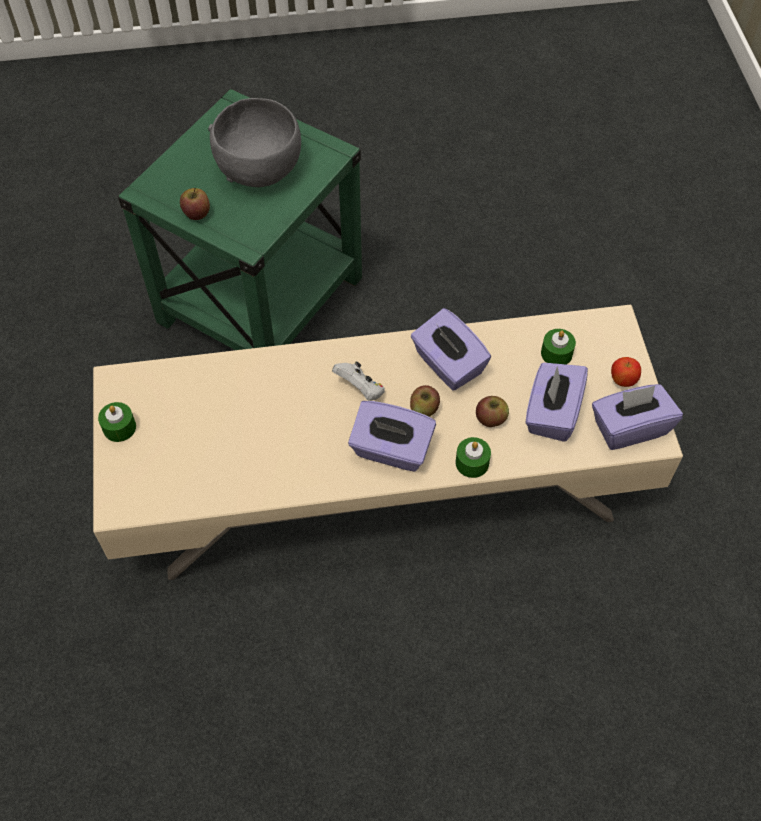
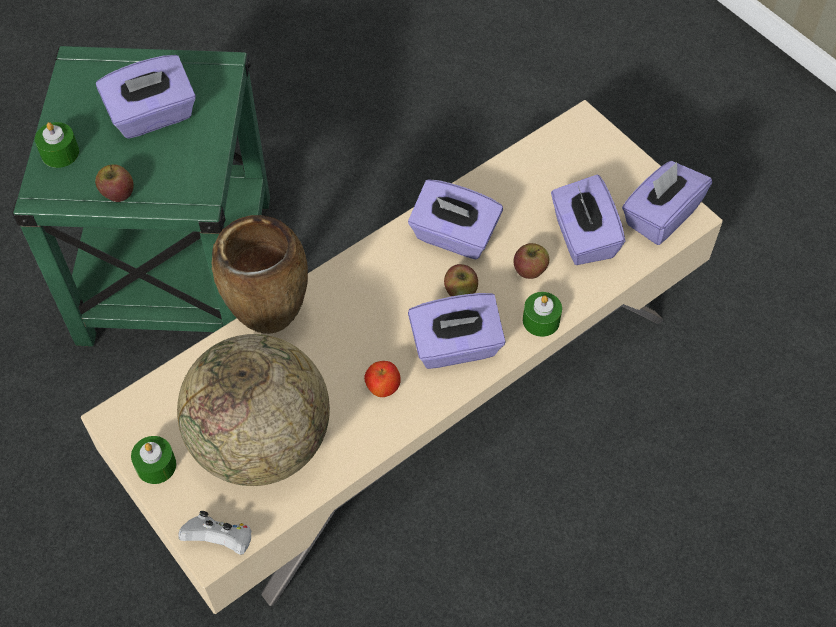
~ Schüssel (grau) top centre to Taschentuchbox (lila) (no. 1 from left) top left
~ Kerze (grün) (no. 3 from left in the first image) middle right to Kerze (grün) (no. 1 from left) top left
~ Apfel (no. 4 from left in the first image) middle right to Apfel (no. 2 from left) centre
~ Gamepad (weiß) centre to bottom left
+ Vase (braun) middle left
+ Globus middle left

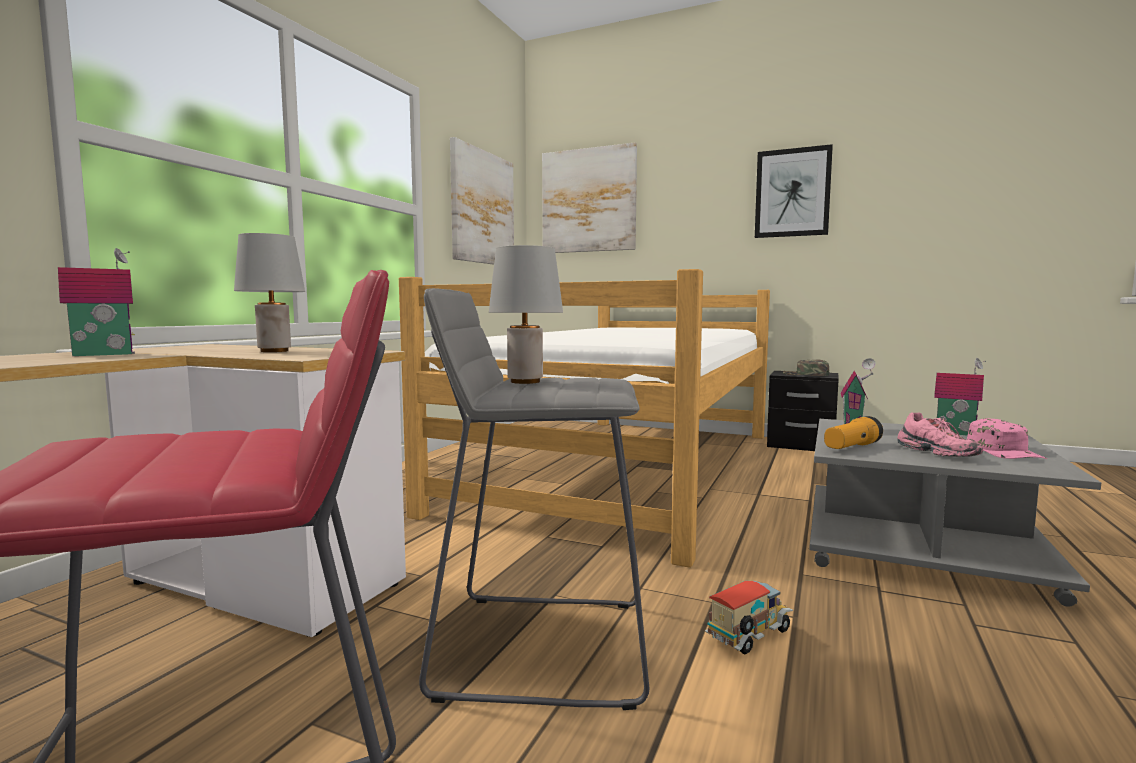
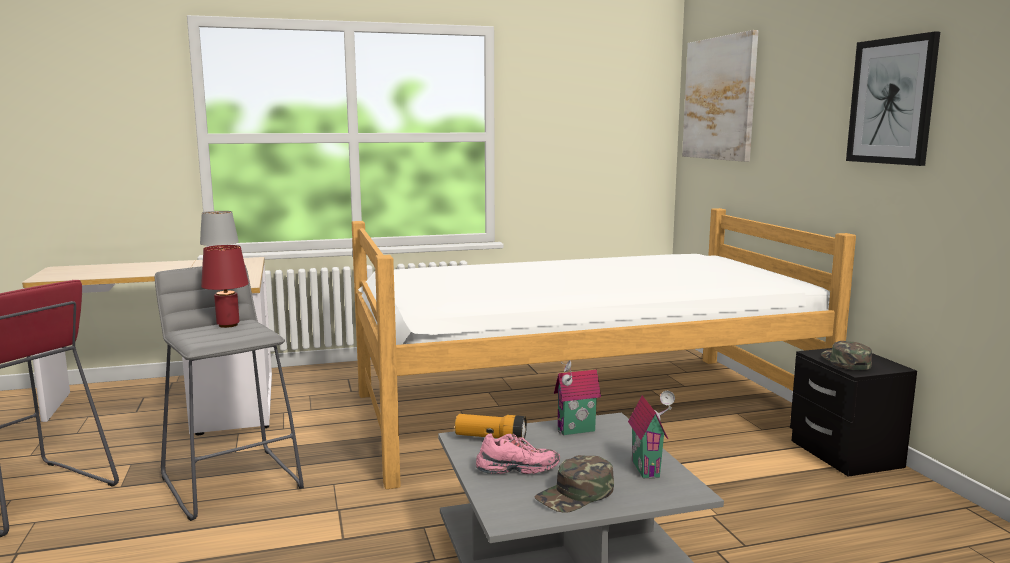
- Bild (no. 1 from left) top centre
~ Tischlampe (grau) (no. 2 from left) centre to Tischlampe (rot) middle left
- Spielzeughaus (no. 1 from left) middle left
~ Schuh (rosa) middle right = bottom centre 120 degrees counterclockwise
~ Kappe (rosa) middle right to Kappe (grün) (no. 1 from left) bottom centre
- Spielzeuglaster bottom centre

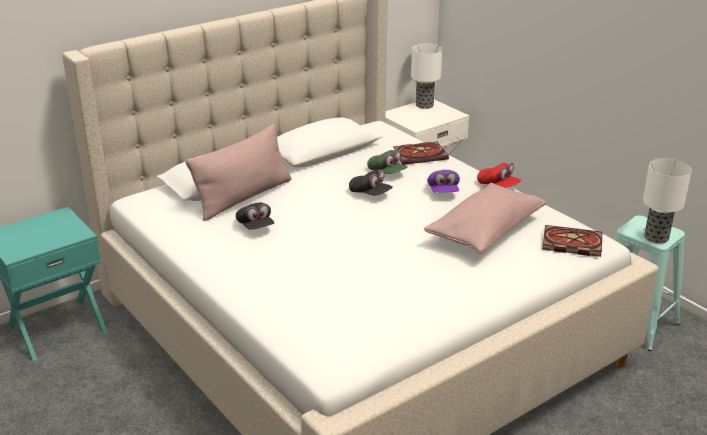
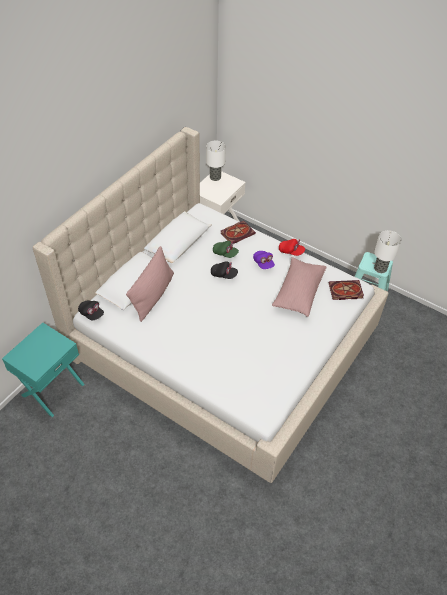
~ Kappe (schwarz) (no. 1 from left) centre to middle left

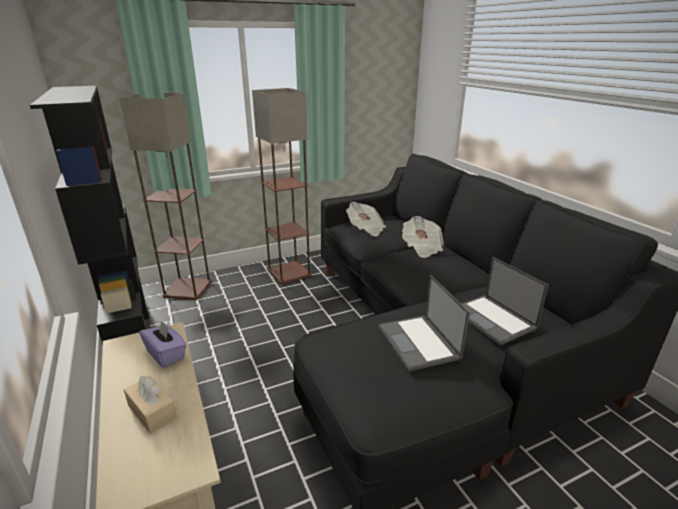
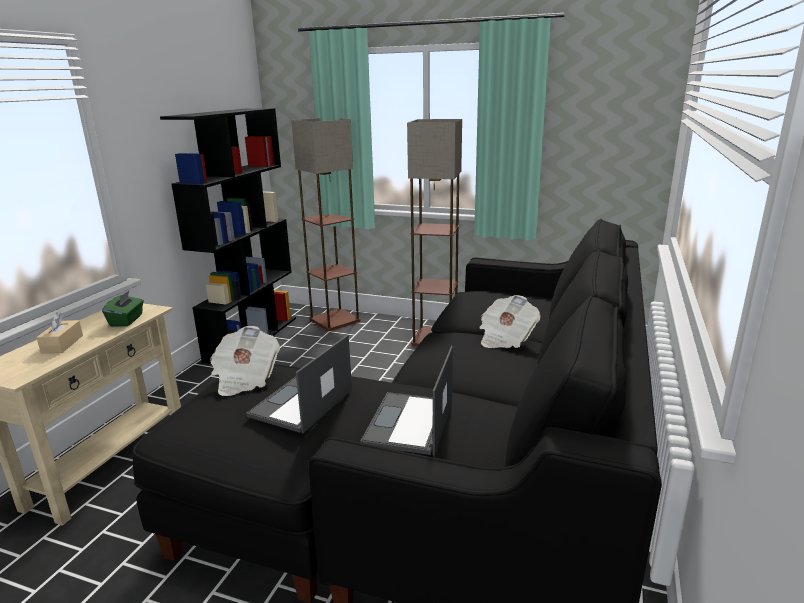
~ Zeitung (no. 1 from left) centre to middle left
~ Taschentuchbox (lila) bottom left to Taschentuchbox (grün) middle left

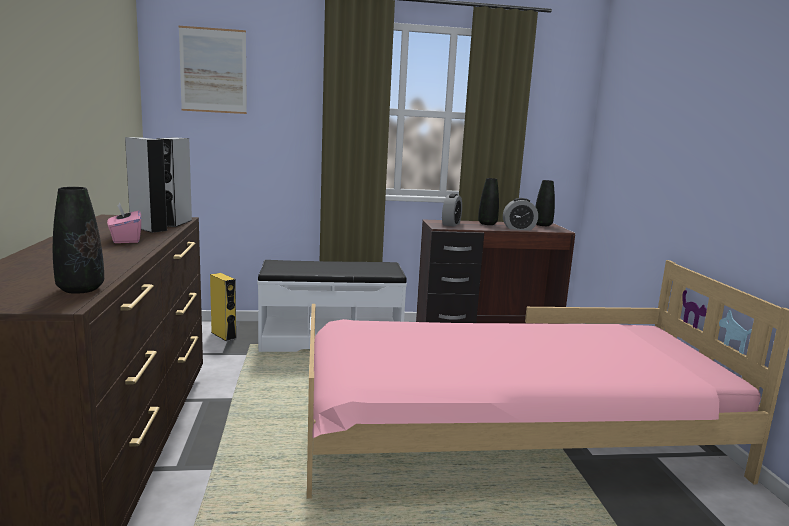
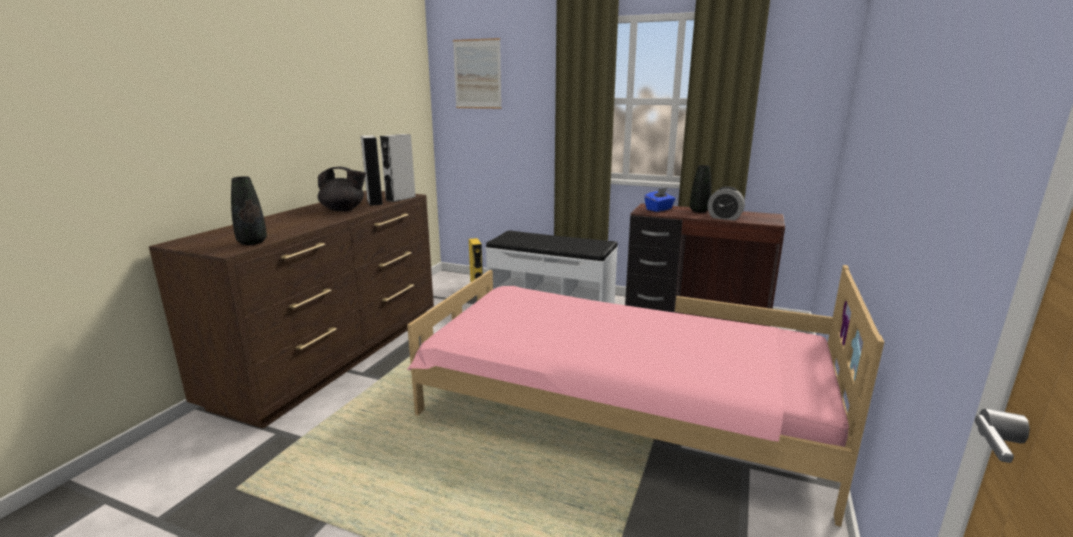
- Vase (schwarz) (no. 3 from left) middle right
~ Wecker (no. 1 from left) centre to Taschentuchbox (blau) centre
~ Taschentuchbox (rosa) middle left to Teekanne (schwarz) middle left

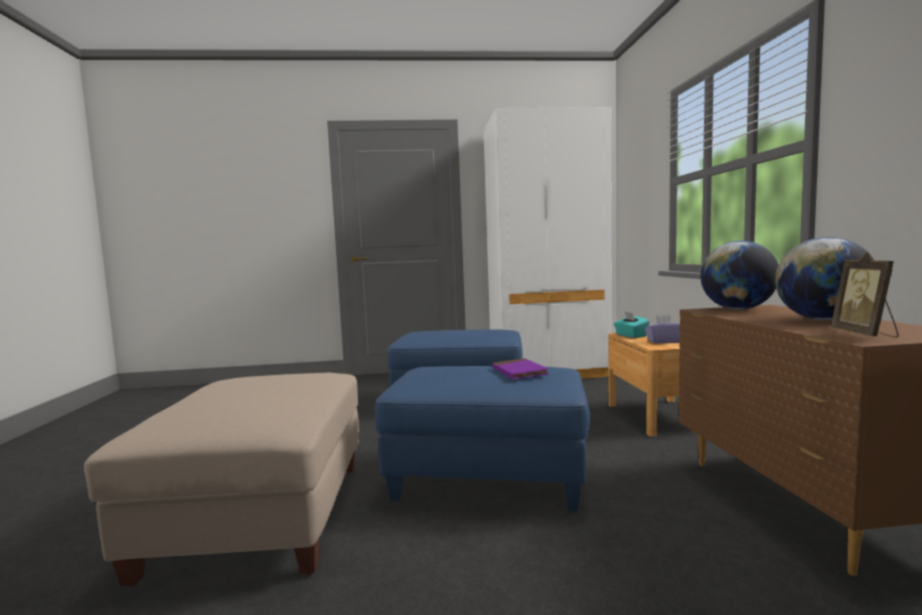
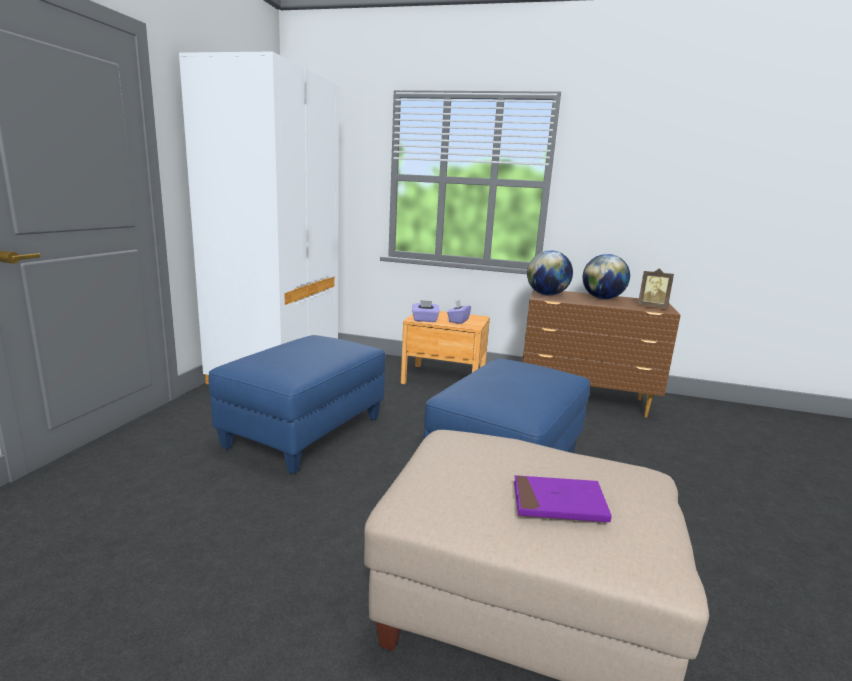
~ Taschentuchbox (türkis) middle right to Taschentuchbox (lila) (no. 1 from left) centre
~ Buch (lila) centre to bottom centre

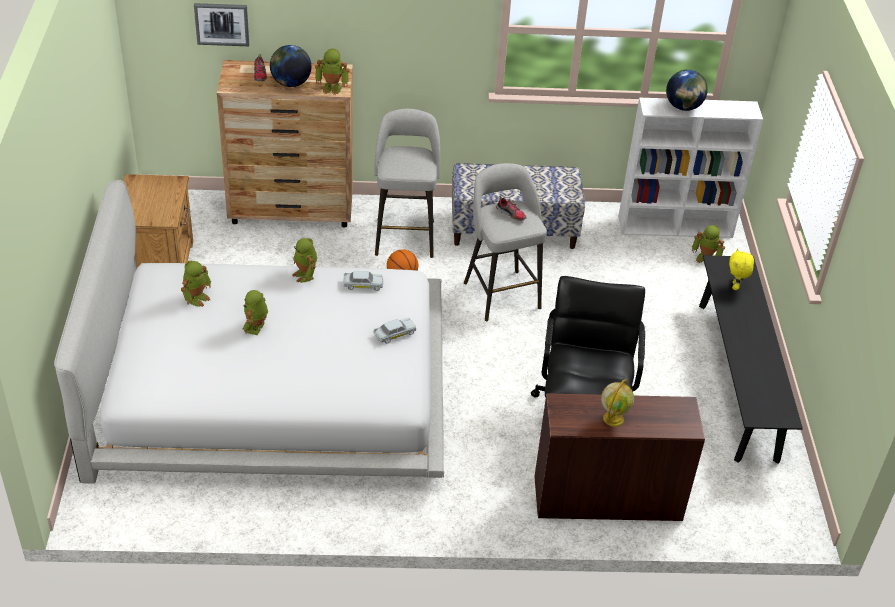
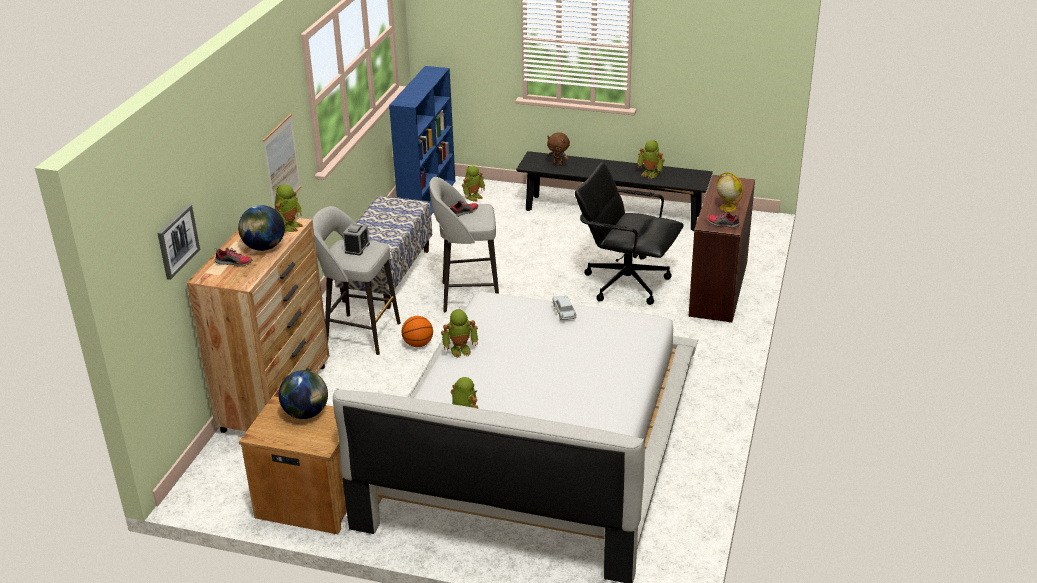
~ Globus (no. 3 from left in the first image) top right to Globus (no. 2 from left) bottom left
~ Bücherregal (weiß) top right to Bücherregal (blau) top centre
~ Plüschtier (gelb) middle right to Plüschtier (braun) top centre
- Spielzeugauto (weiß) (no. 1 from left) centre
~ Spielzeugroboter (no. 2 from left in the first image) middle left to Spielzeugroboter (no. 5 from left) top centre
+ Bild (no. 2 from left) top left
+ Schuh (no. 3 from left) middle right
+ Wecker centre

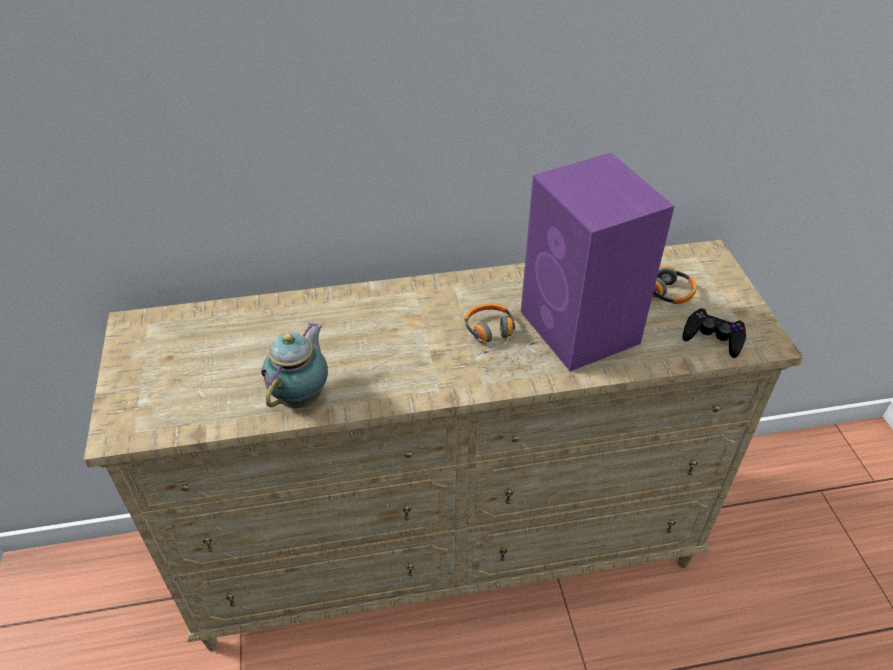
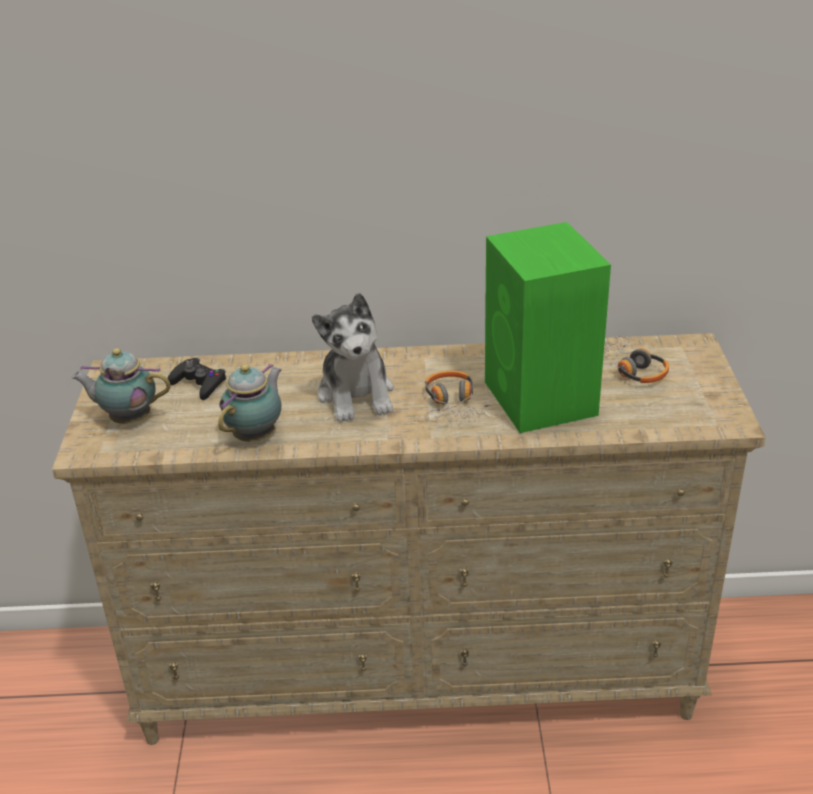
~ Lautsprecher (lila) middle right to Lautsprecher (grün) middle right
~ Gamepad (schwarz) middle right to middle left
+ Plüschtier centre
+ Teekanne (no. 1 from left) middle left

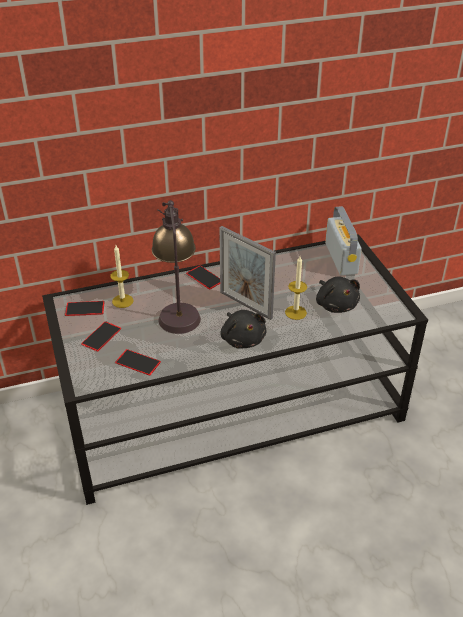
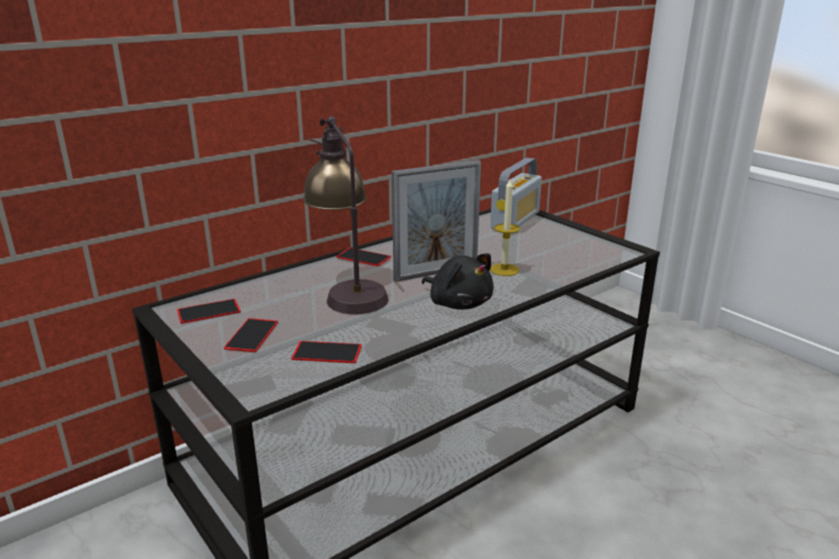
~ Radio middle right = centre 60 degrees clockwise
~ Bilderrahmen centre = centre 45 degrees counterclockwise
- Kerze (no. 1 from left) middle left
- Plüschtier (schwarz) (no. 2 from left) middle right

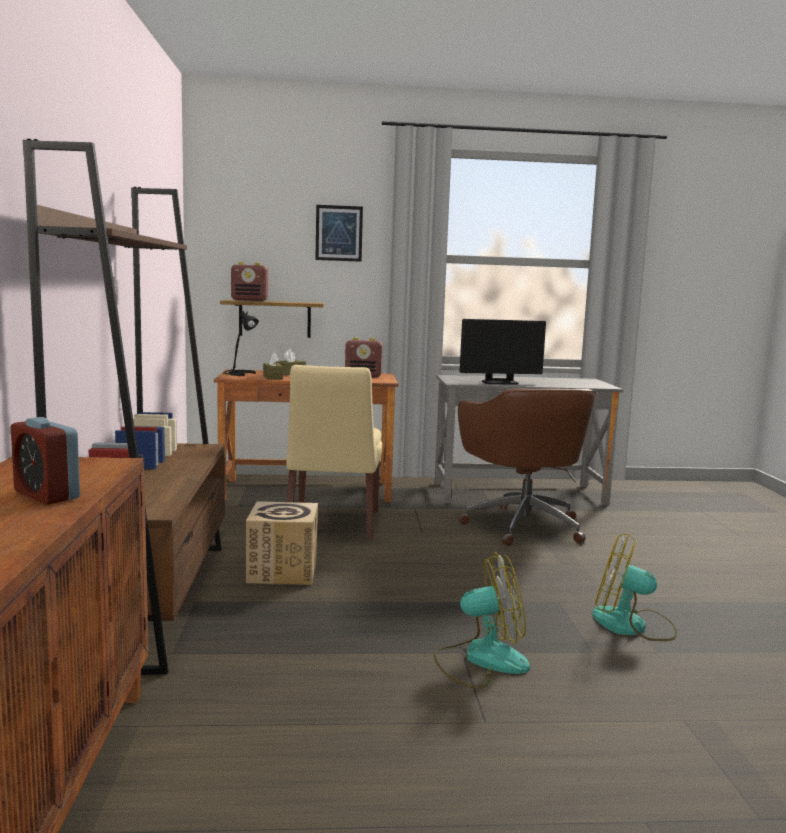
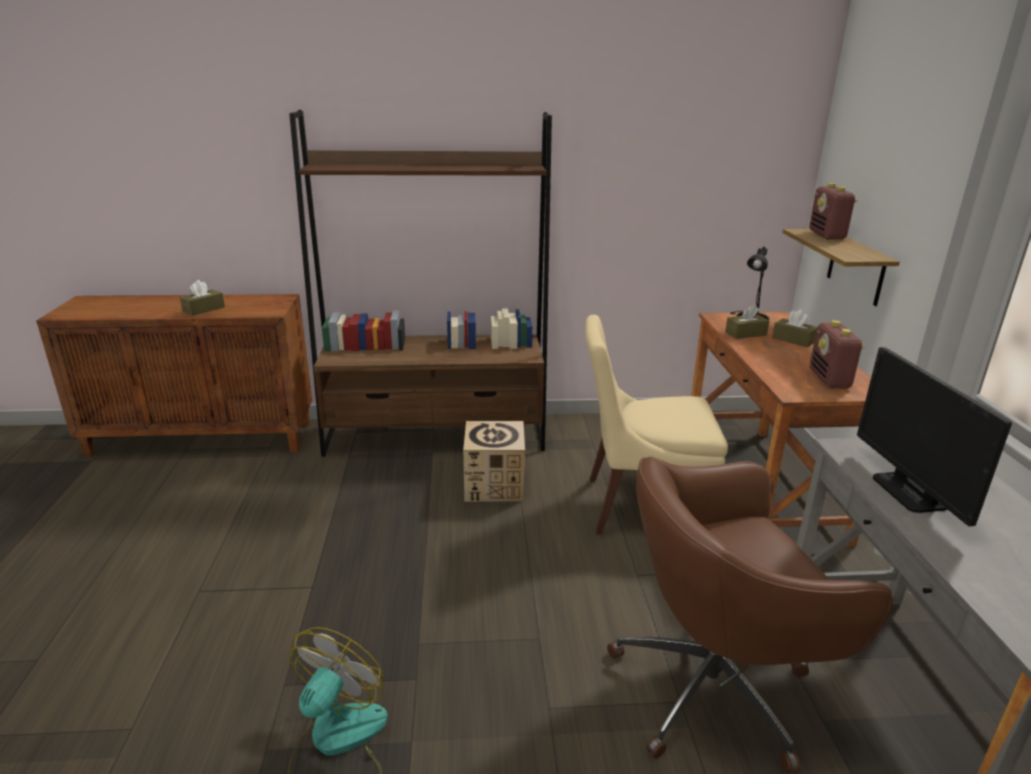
- Bild top centre
~ Wecker middle left to Taschentuchbox (braun) (no. 1 from left) middle left
- Ventilator (no. 1 from left) bottom centre

